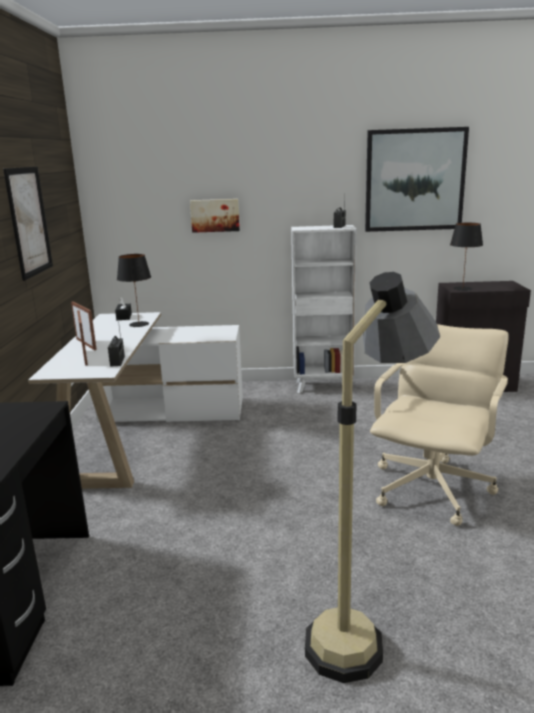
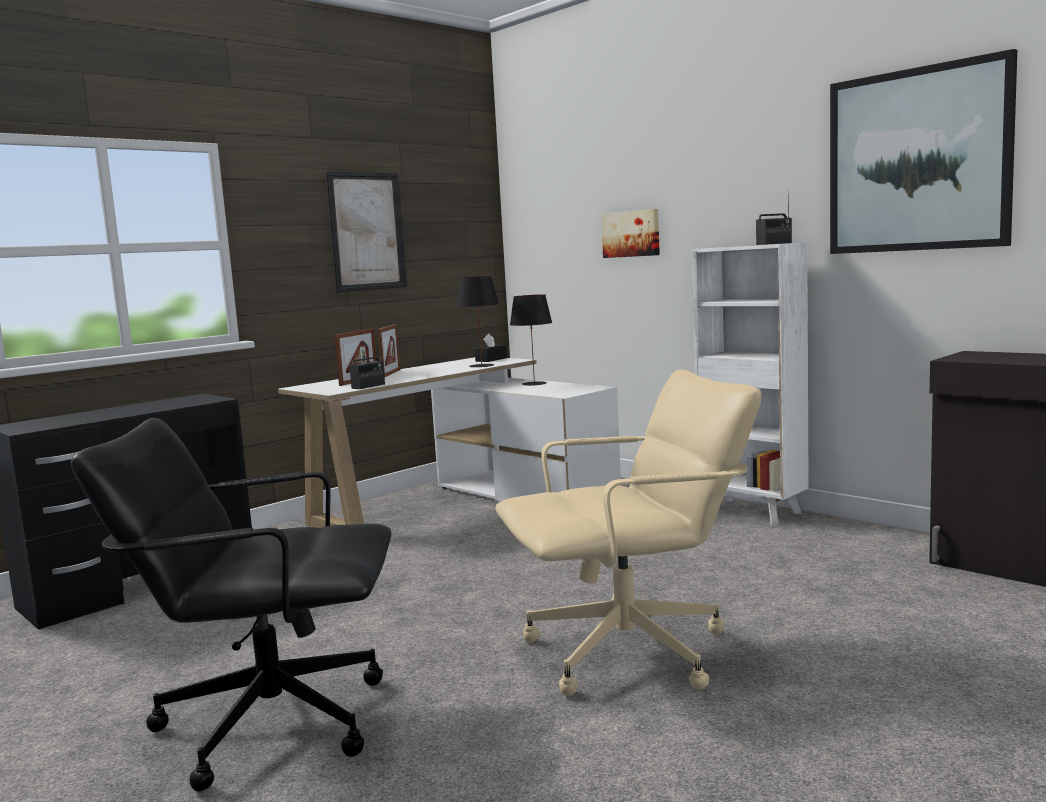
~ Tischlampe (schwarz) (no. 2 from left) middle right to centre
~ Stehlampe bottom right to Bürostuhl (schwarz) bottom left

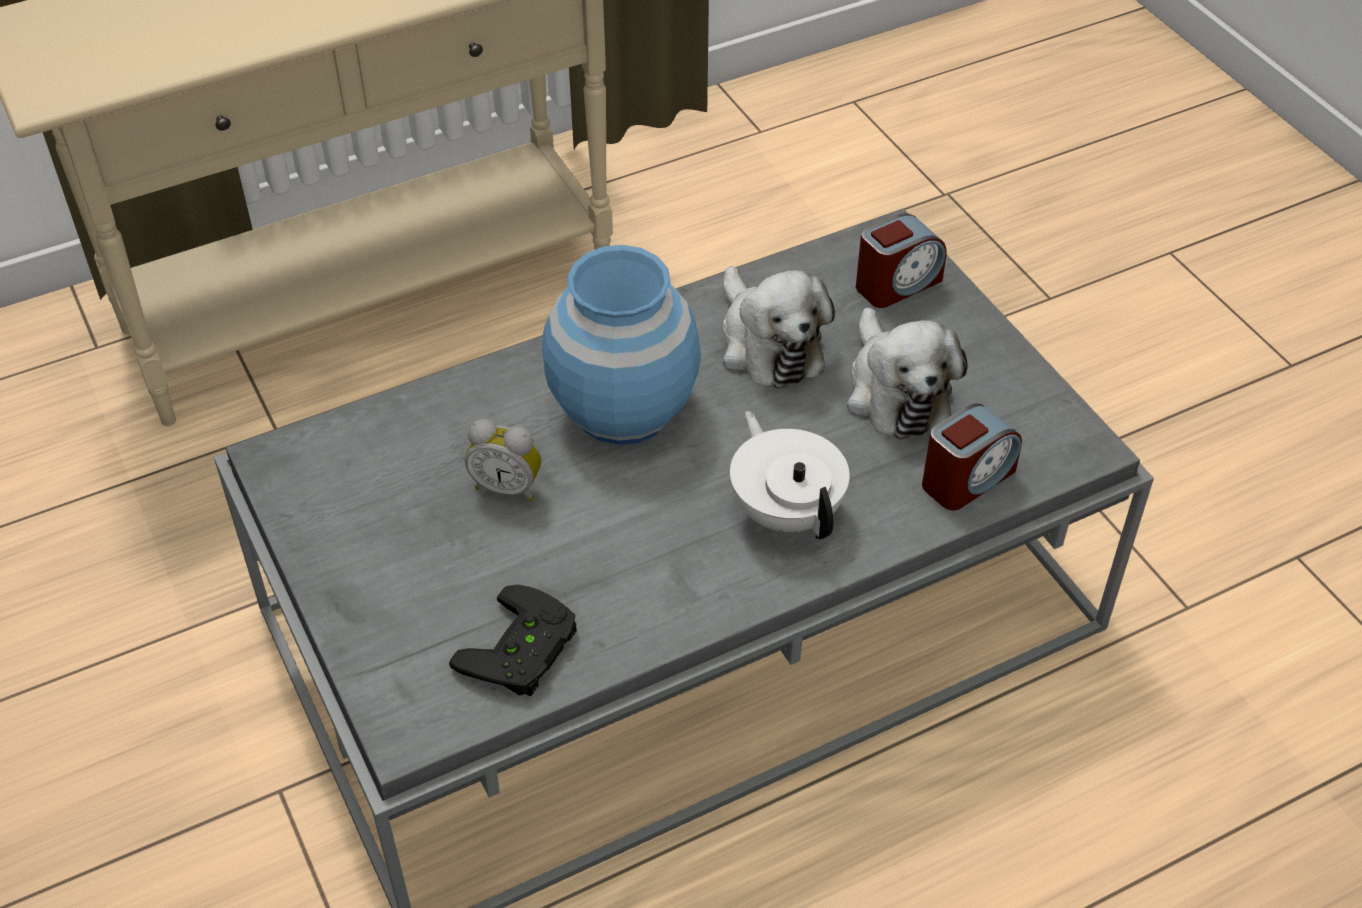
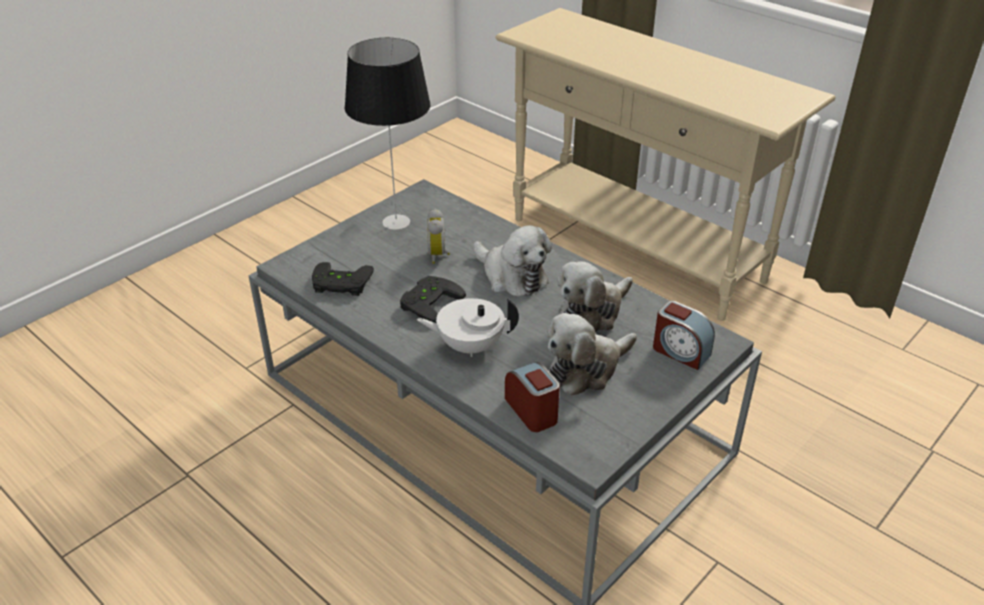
~ Vase (blau) centre to Plüschtier (no. 1 from left) centre
~ Wecker (no. 3 from left in the first image) middle right = centre 150 degrees counterclockwise
~ Teekanne (weiß) centre = centre 135 degrees counterclockwise
+ Tischlampe top centre
+ Gamepad (schwarz) (no. 2 from left) centre

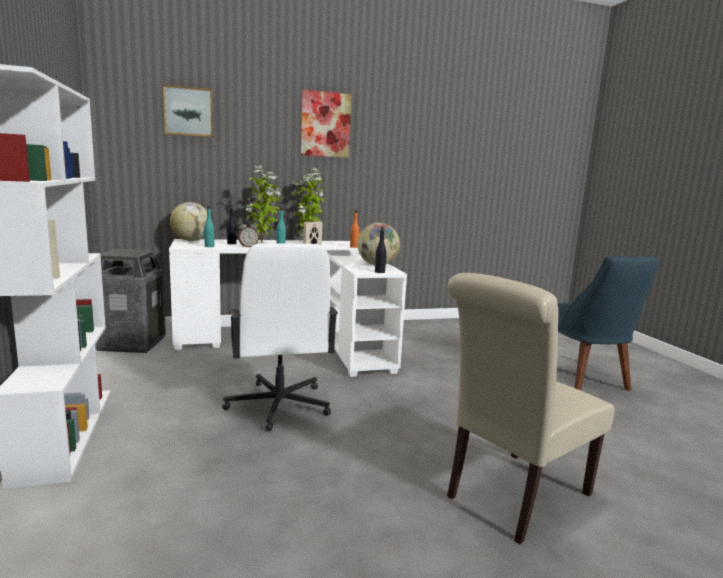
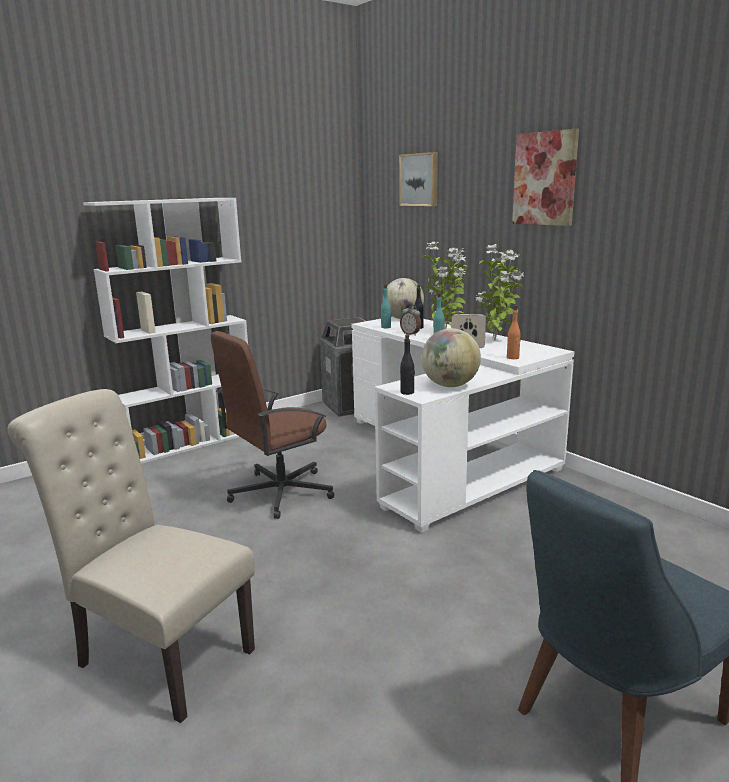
~ Bürostuhl (weiß) centre to Bürostuhl (braun) centre

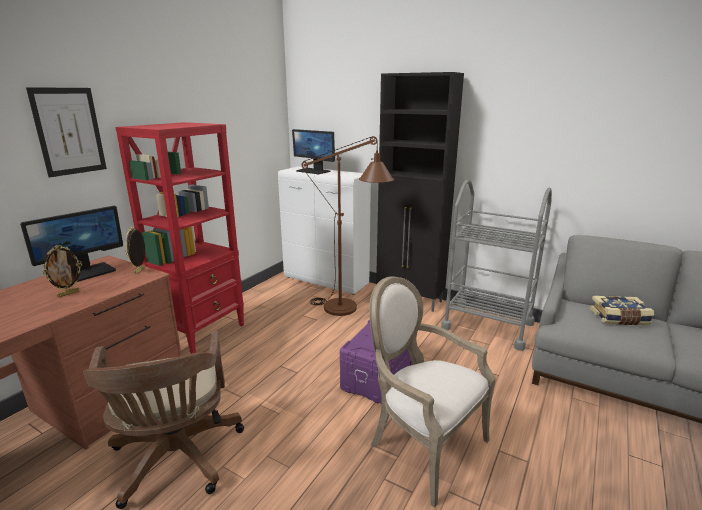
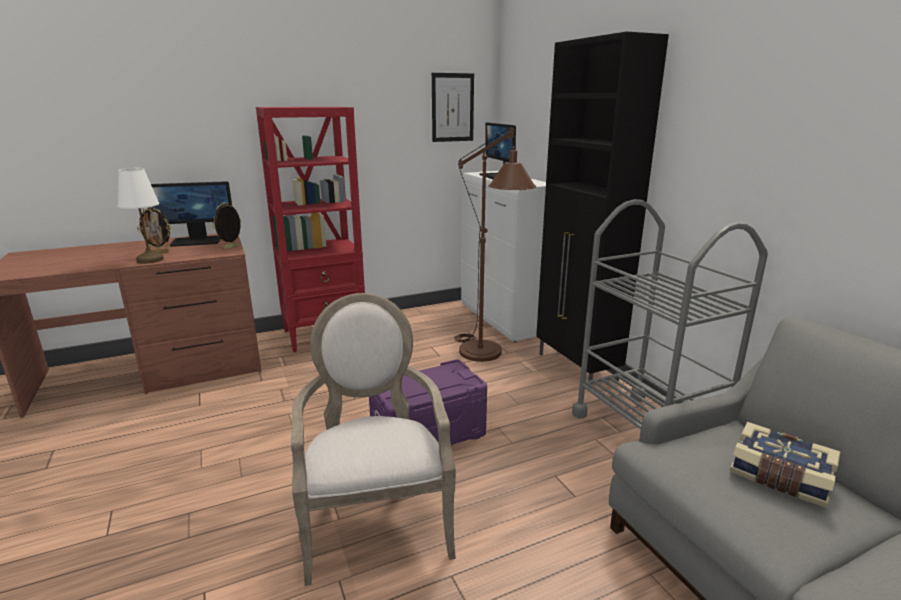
~ Bild top left to top centre
- Bürostuhl (braun) bottom left
+ Tischlampe (weiß) middle left

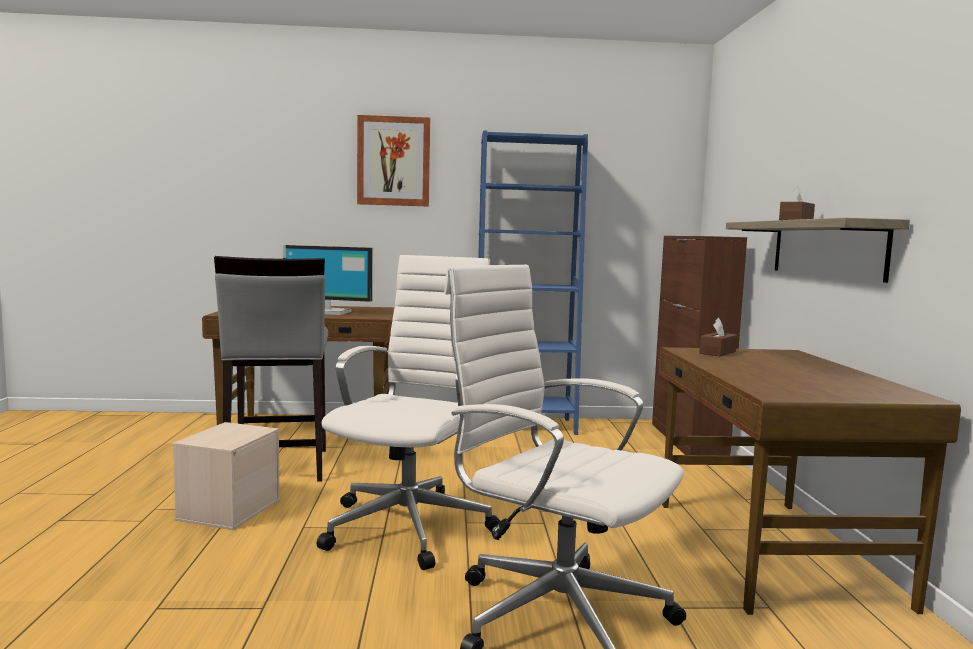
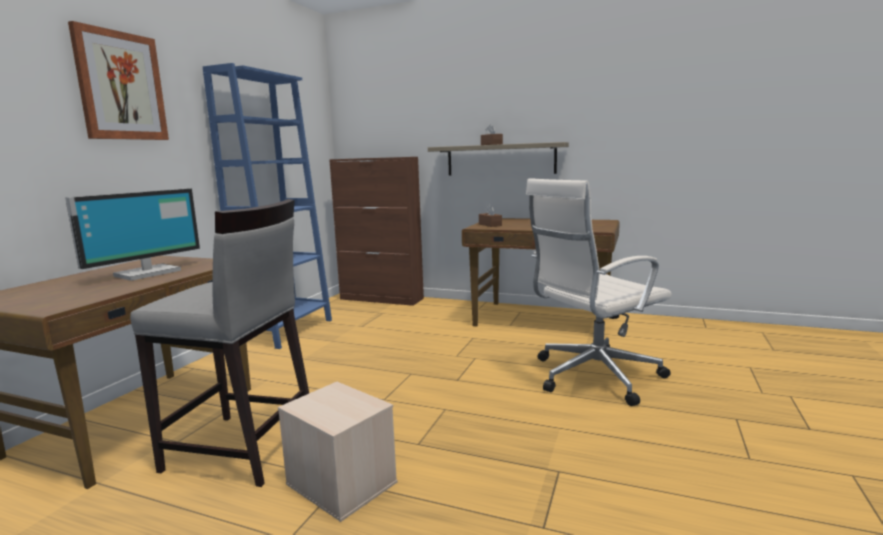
- Bürostuhl (weiß) (no. 1 from left) centre

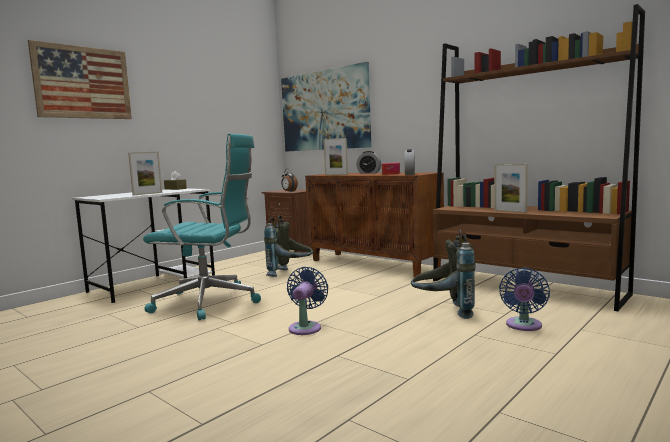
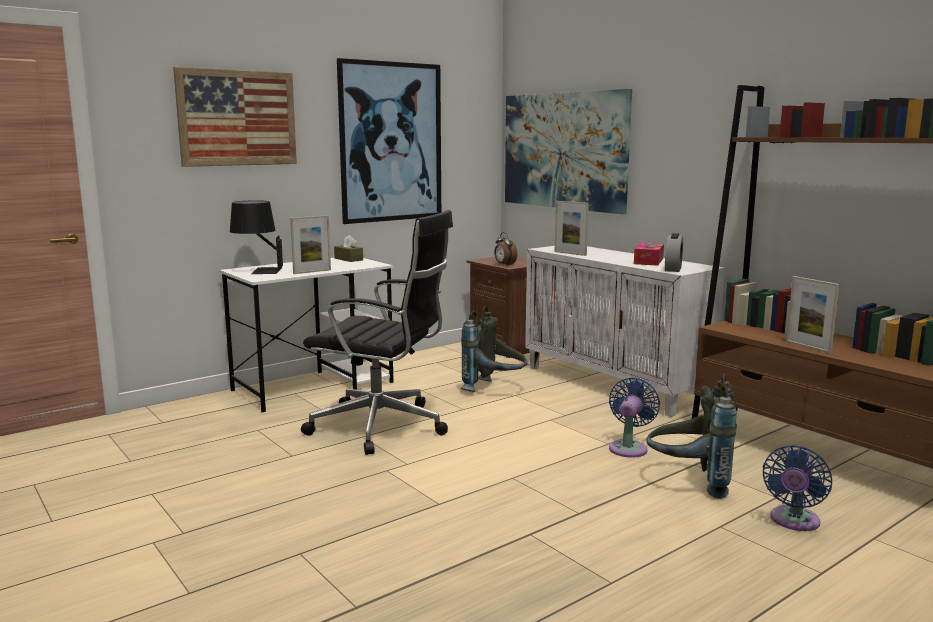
~ Bürostuhl (türkis) middle left to Bürostuhl (schwarz) centre
- Wecker (no. 2 from left) centre
~ Schrank (braun) centre to Schrank (weiß) middle right
~ Ventilator (blau) (no. 1 from left) bottom centre to bottom right
+ Bild (no. 2 from left) top centre
+ Tischlampe (schwarz) middle left

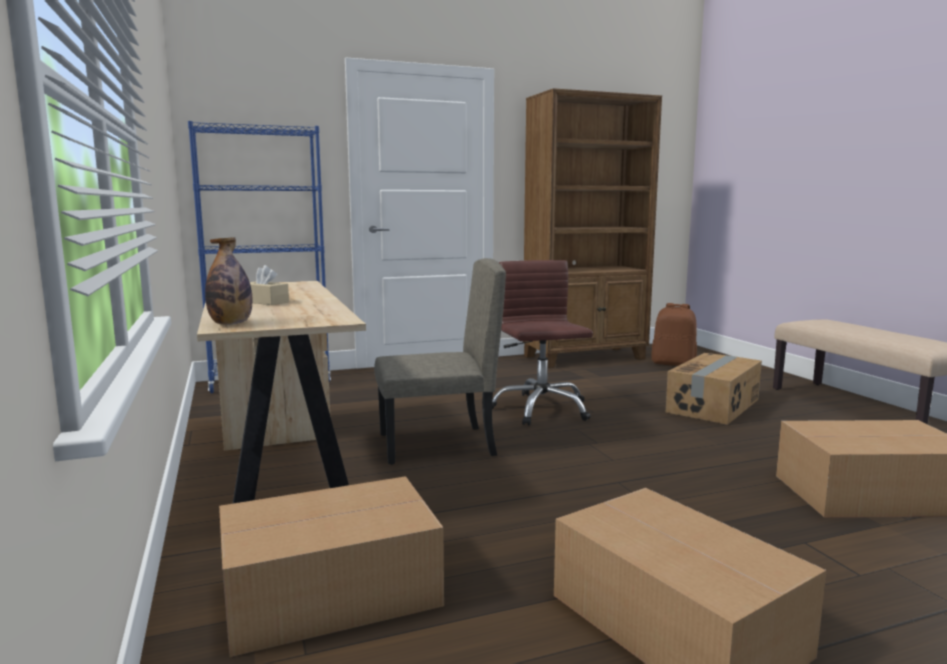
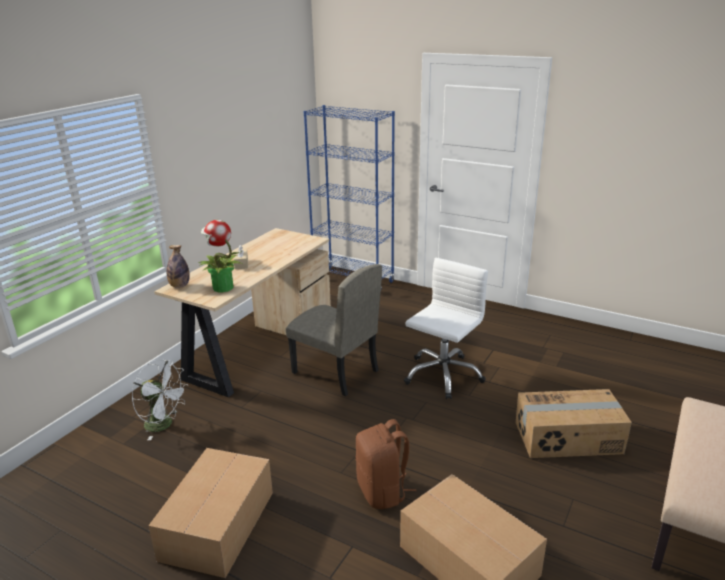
- Bücherregal (braun) centre
~ Bürostuhl (braun) centre to Bürostuhl (weiß) centre
~ Rucksack (braun) middle right to bottom centre
~ Karton (no. 1 from left) bottom centre to Ventilator (weiß) bottom left
+ Topfpflanze middle left

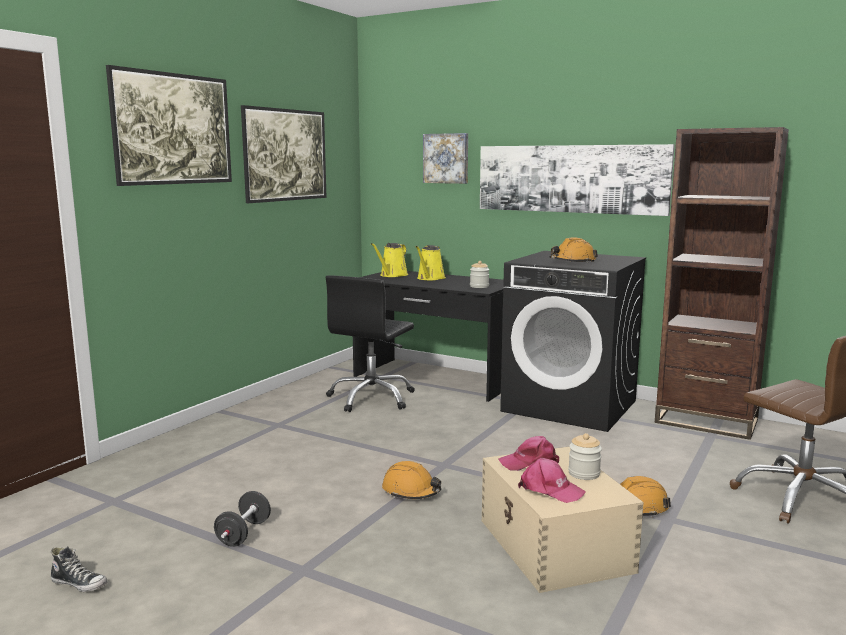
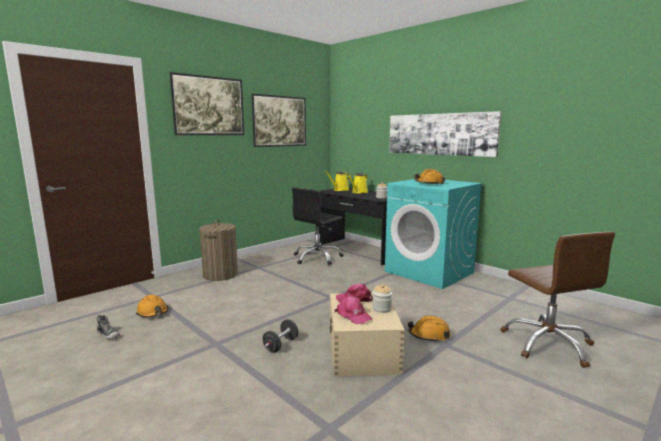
- Bücherregal (braun) middle right
- Bild (no. 3 from left) top centre
~ Waschmaschine (schwarz) middle right to Waschmaschine (türkis) centre
~ Schutzhelm (orange) (no. 1 from left) bottom centre to bottom left
~ Hantel (schwarz) bottom left to bottom centre
+ Wäschekorb middle left

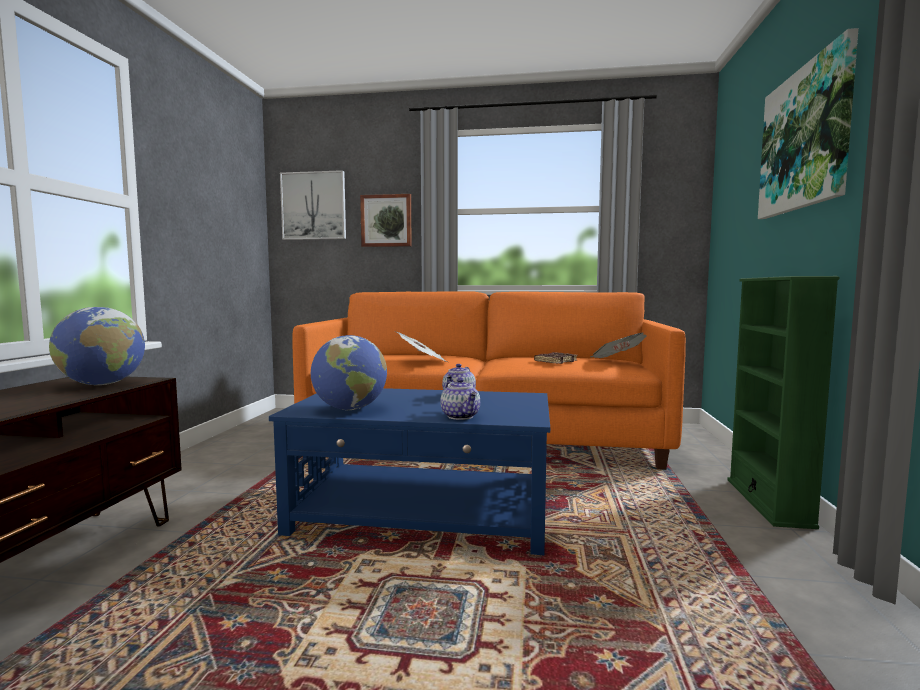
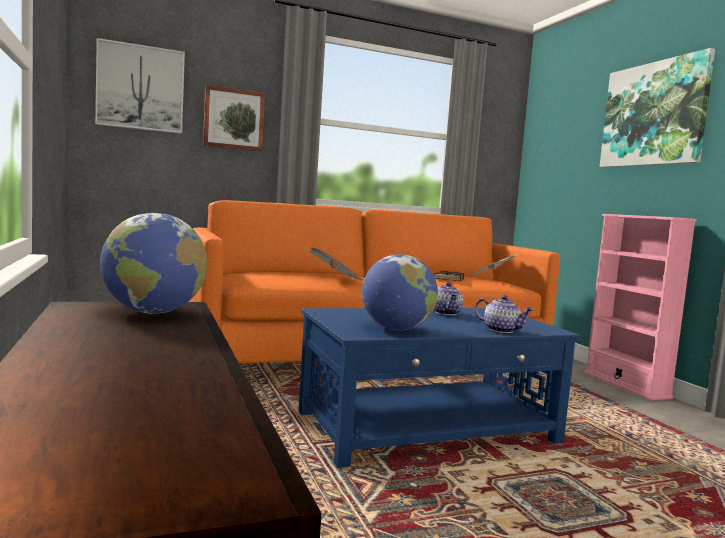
~ Bücherregal (grün) middle right to Bücherregal (rosa) middle right

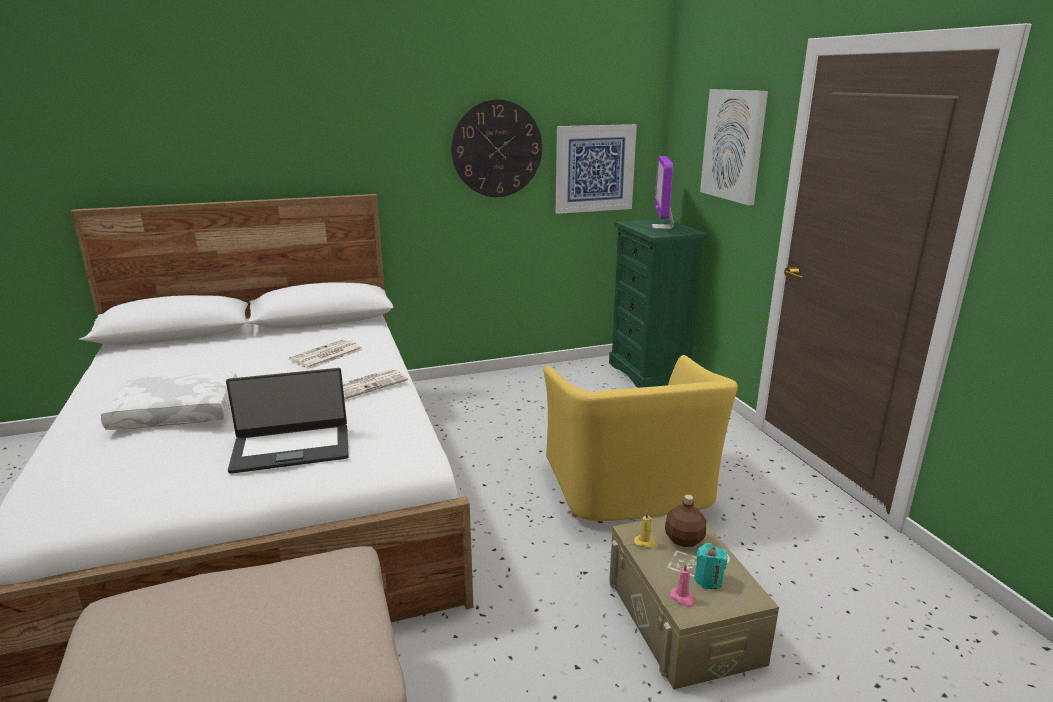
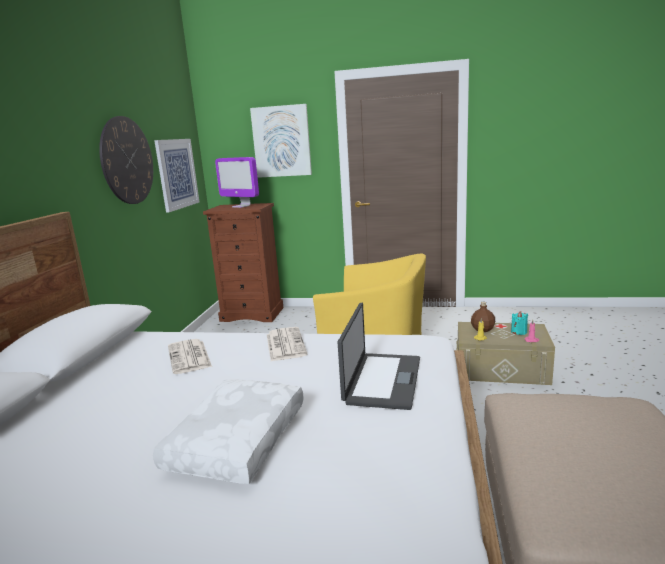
~ Kommode (grün) centre to Kommode (braun) centre

